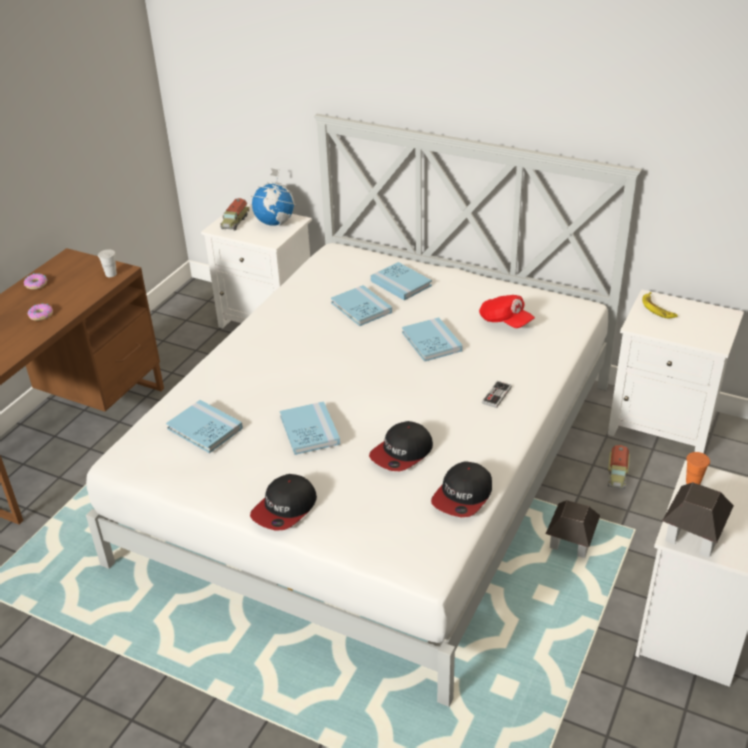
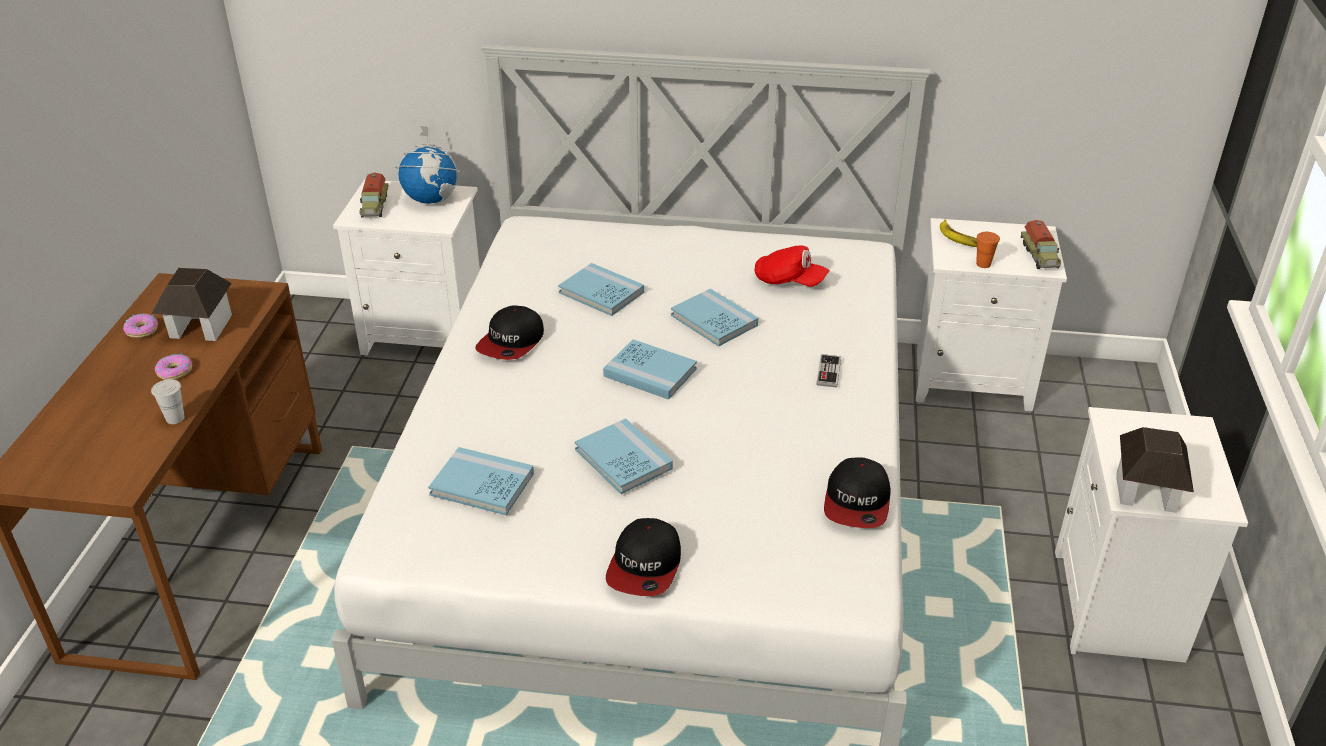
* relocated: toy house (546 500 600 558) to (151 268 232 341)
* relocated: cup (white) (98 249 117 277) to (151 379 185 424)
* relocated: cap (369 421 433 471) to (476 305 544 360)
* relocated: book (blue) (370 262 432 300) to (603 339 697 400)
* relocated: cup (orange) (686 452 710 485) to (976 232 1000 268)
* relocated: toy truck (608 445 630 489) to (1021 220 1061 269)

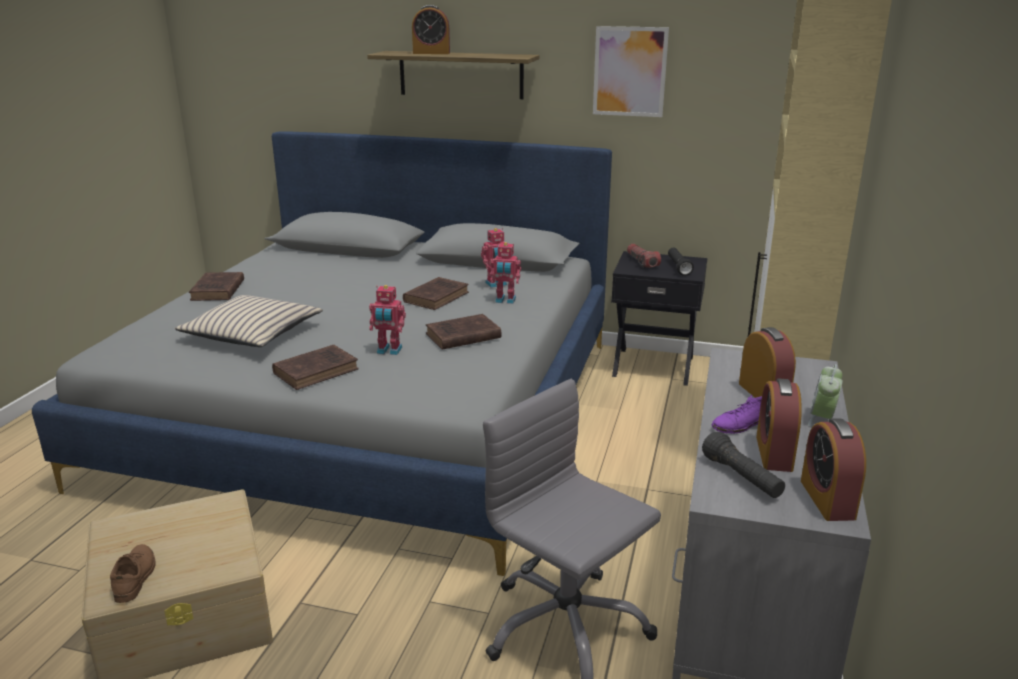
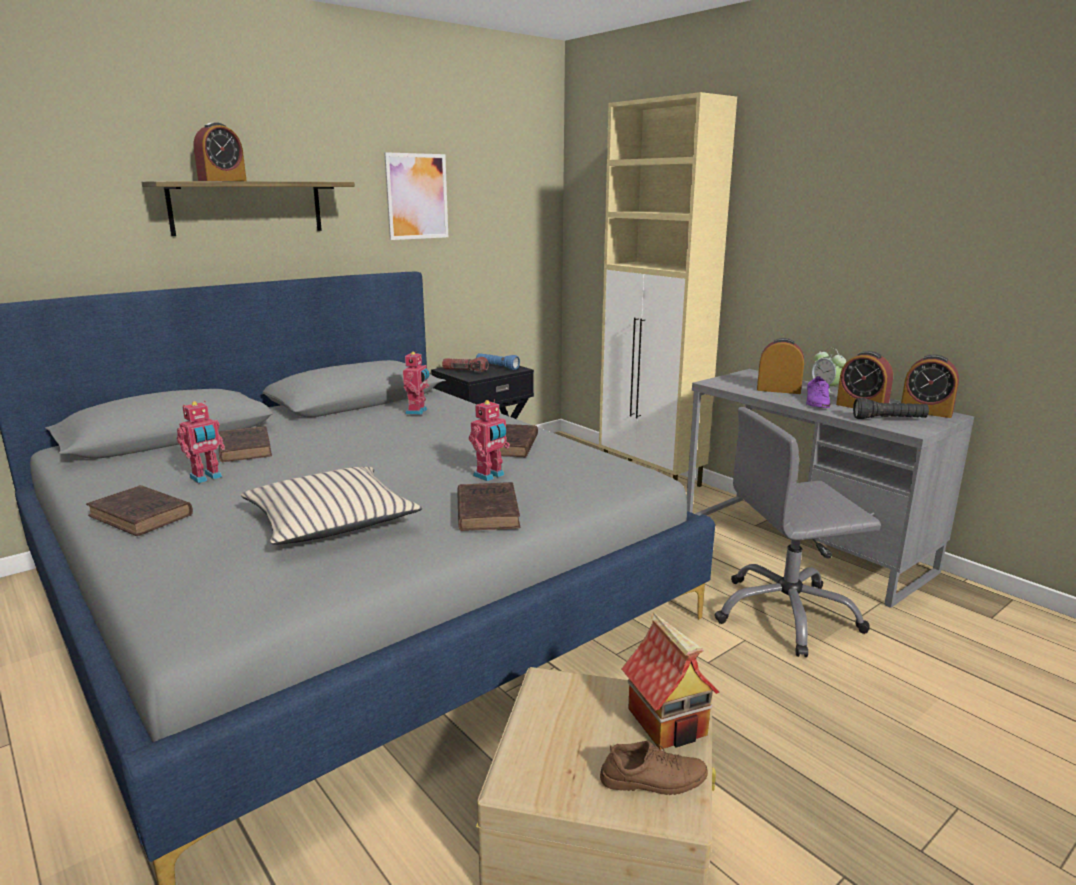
* relocated: toy robot (490 242 521 304) to (177 401 225 484)
* relocated: book (brown) (403 277 469 310) to (219 426 272 462)
* colour: flashlight (black) (668 248 694 276) to flashlight (blue) (476 353 520 370)
* spun: shoe (brown) (110 544 156 603) = (600 740 708 795) 150 degrees clockwise
* appeared: toy house (622 612 720 750)

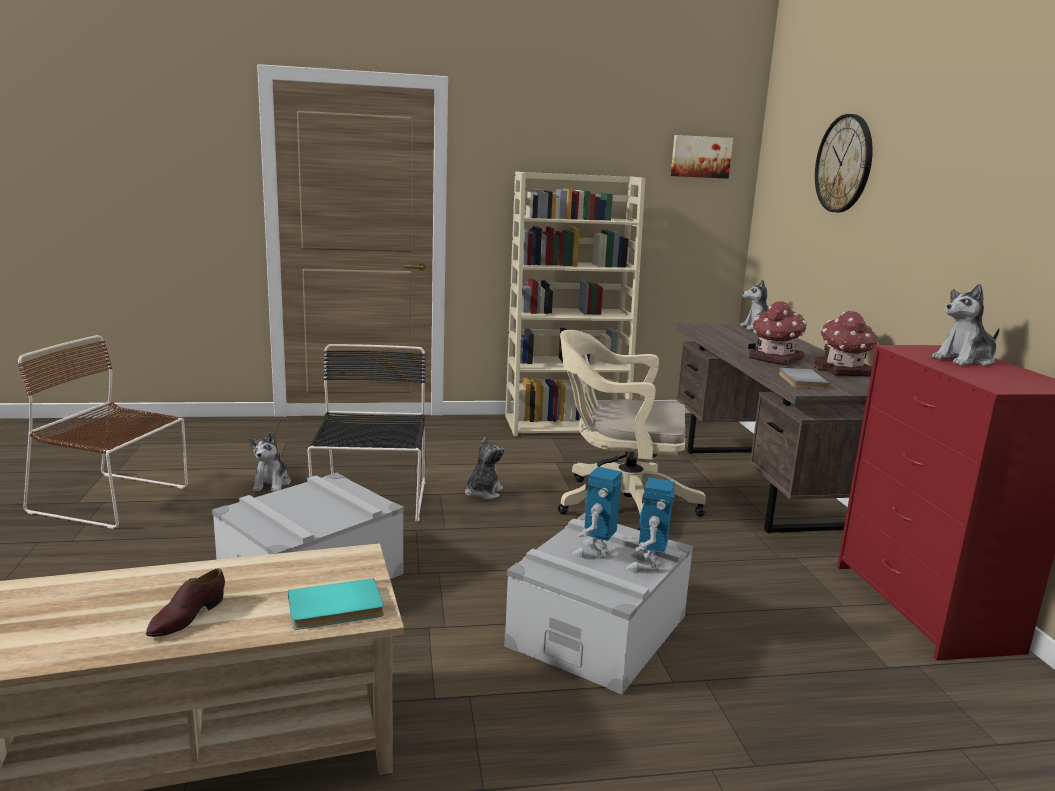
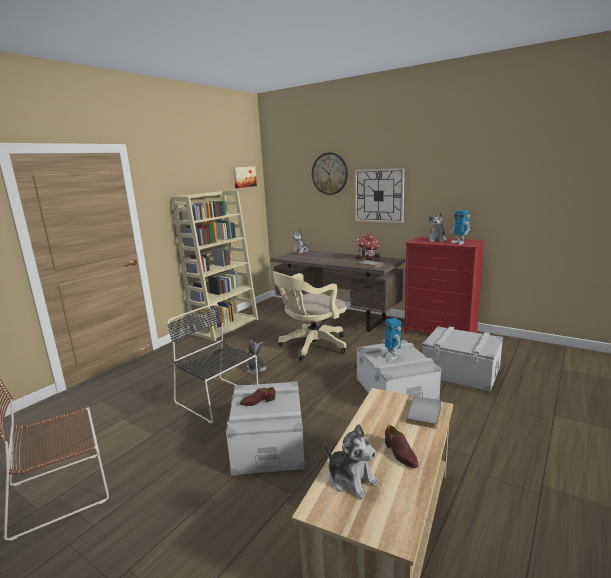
* appeared: shoe (brown) (240 387 275 406)
* relocated: plush toy (249 432 291 492) to (324 424 379 499)
* appeared: wall clock (355 168 404 223)
* colour: book (turquoise) (288 578 384 630) to book (grey) (406 396 441 429)
* appeared: storage box (grey) (422 326 503 392)
* relocated: toy robot (626 478 675 572) to (450 210 470 245)
* missing: toy house (748 301 807 366)

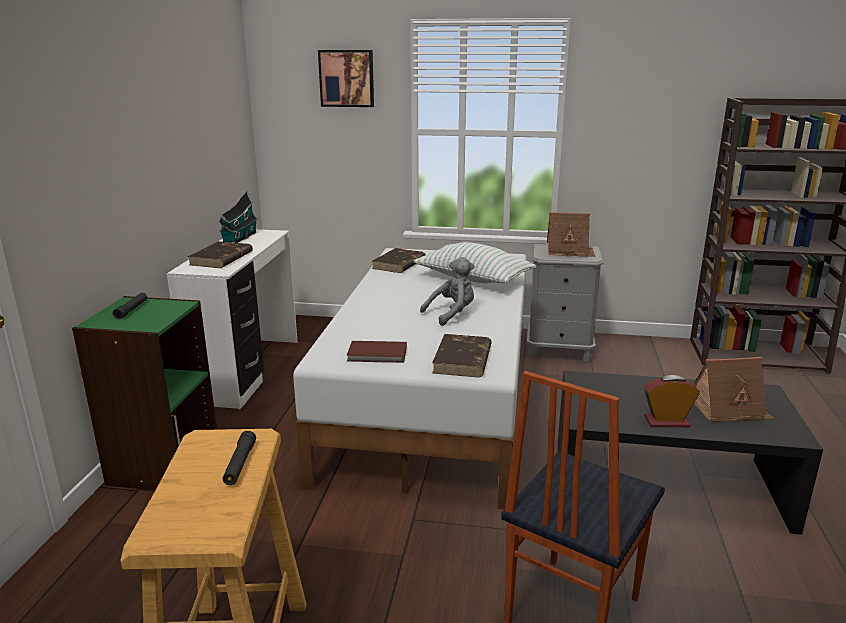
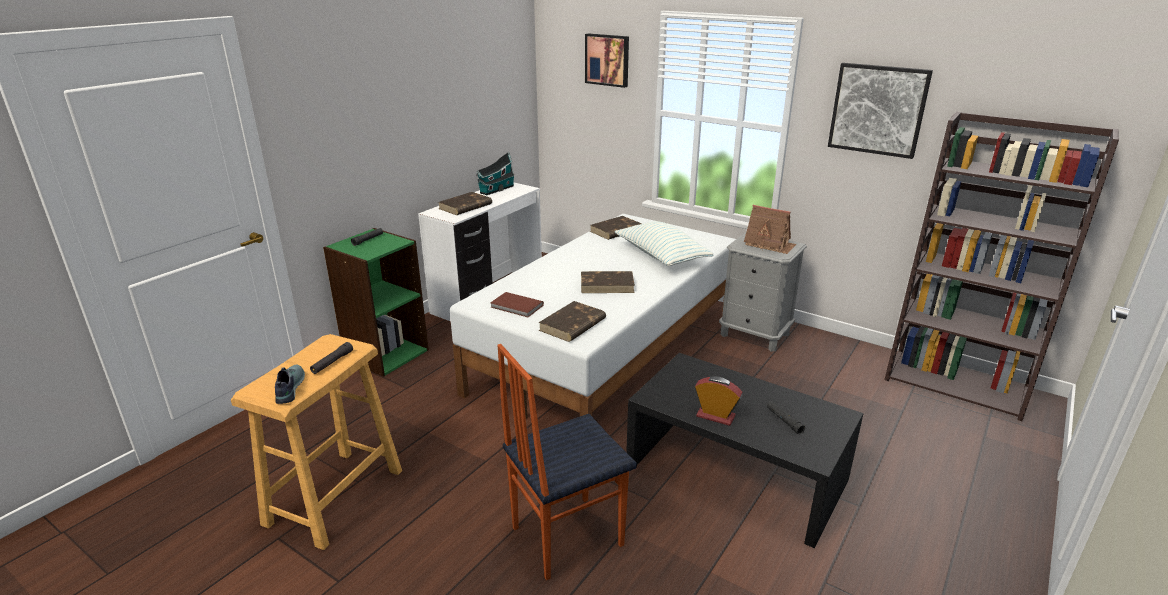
* appeared: shoe (275 365 305 404)
* exchanged: plush toy (grey) (420 257 475 326) to book (brown) (581 271 635 293)
* exchanged: toy house (694 357 774 424) to flashlight (black) (767 401 805 435)
* appeared: picture (828 63 933 159)

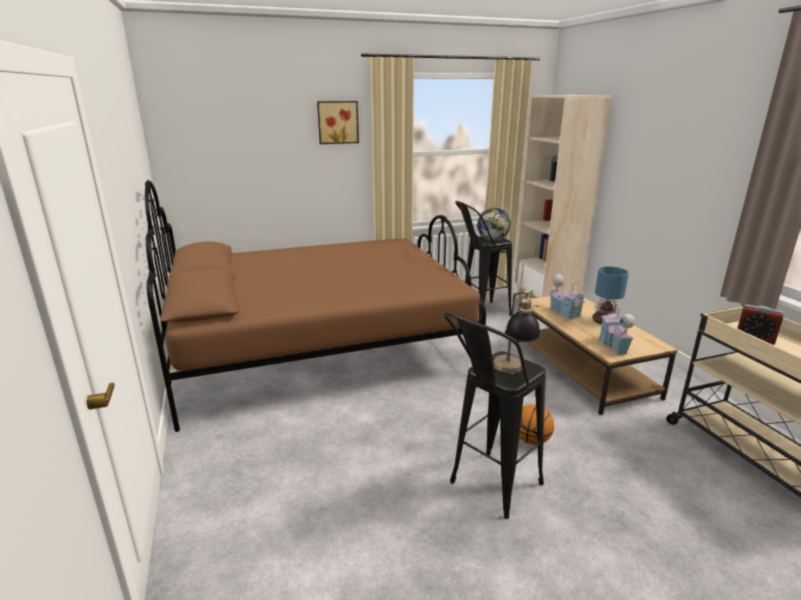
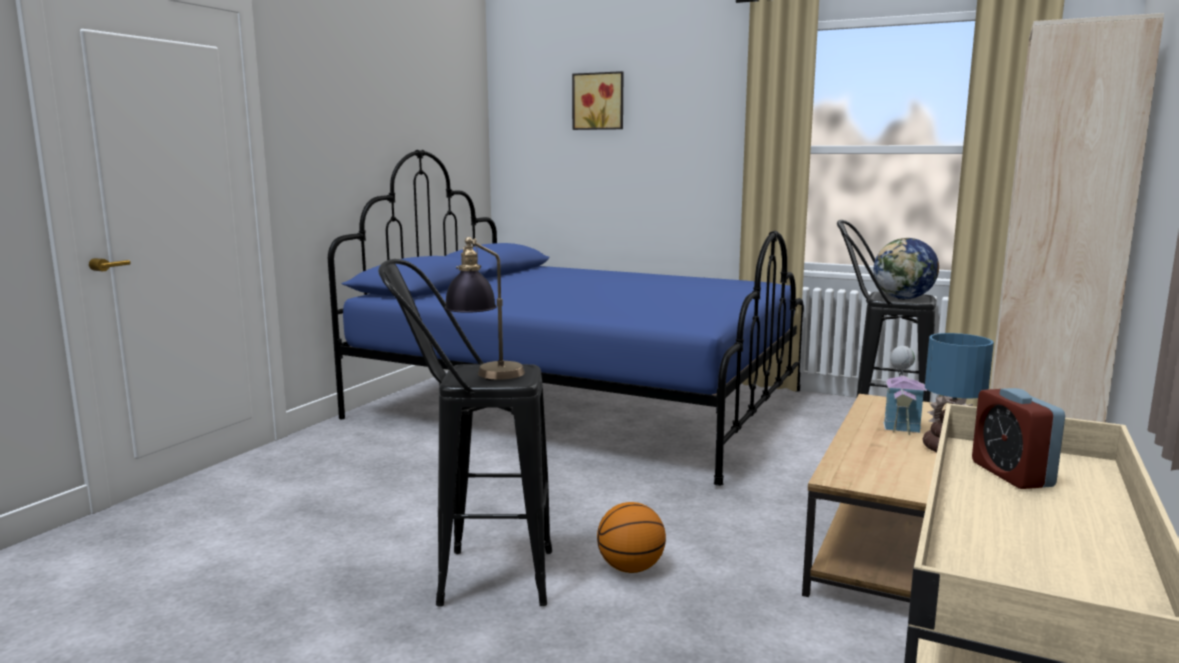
* colour: bed (brown) (145 180 486 432) to bed (blue) (328 150 804 486)
* relocated: picture (317 101 359 144) to (572 71 623 130)
* missing: toy house (599 303 635 355)

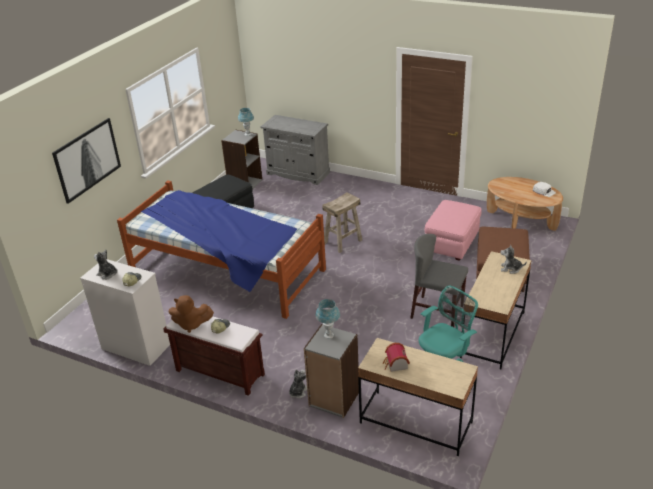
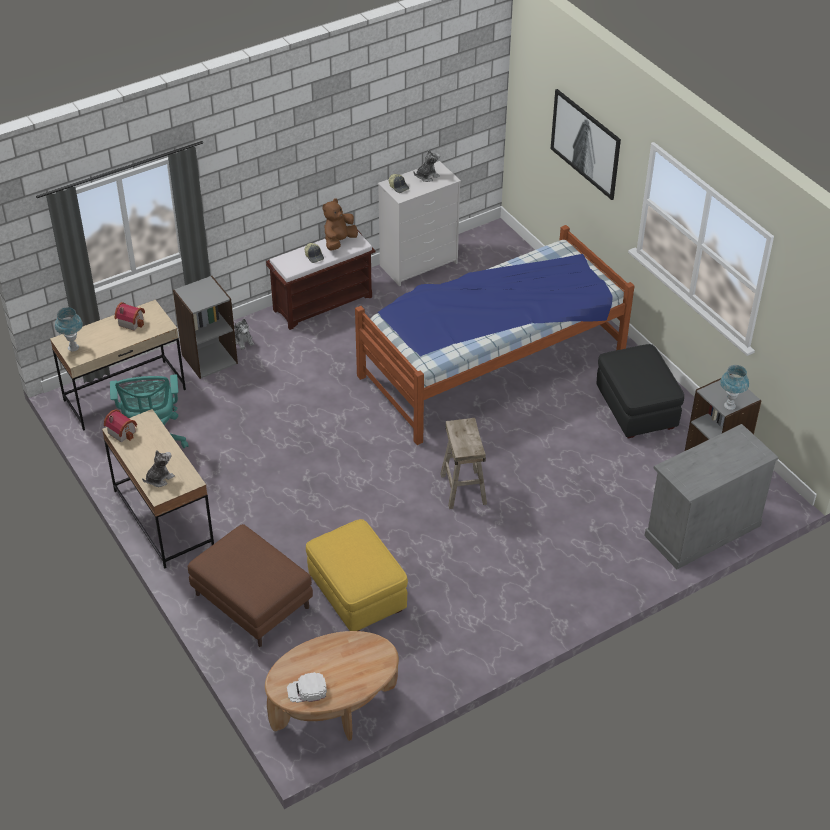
* relocated: table lamp (blue) (315 299 340 339) to (55 307 83 351)
* appeared: toy house (104 409 137 442)
* colour: ottoman (pink) (425 200 482 261) to ottoman (yellow) (306 519 408 631)
* missing: chair (grey) (410 234 468 327)

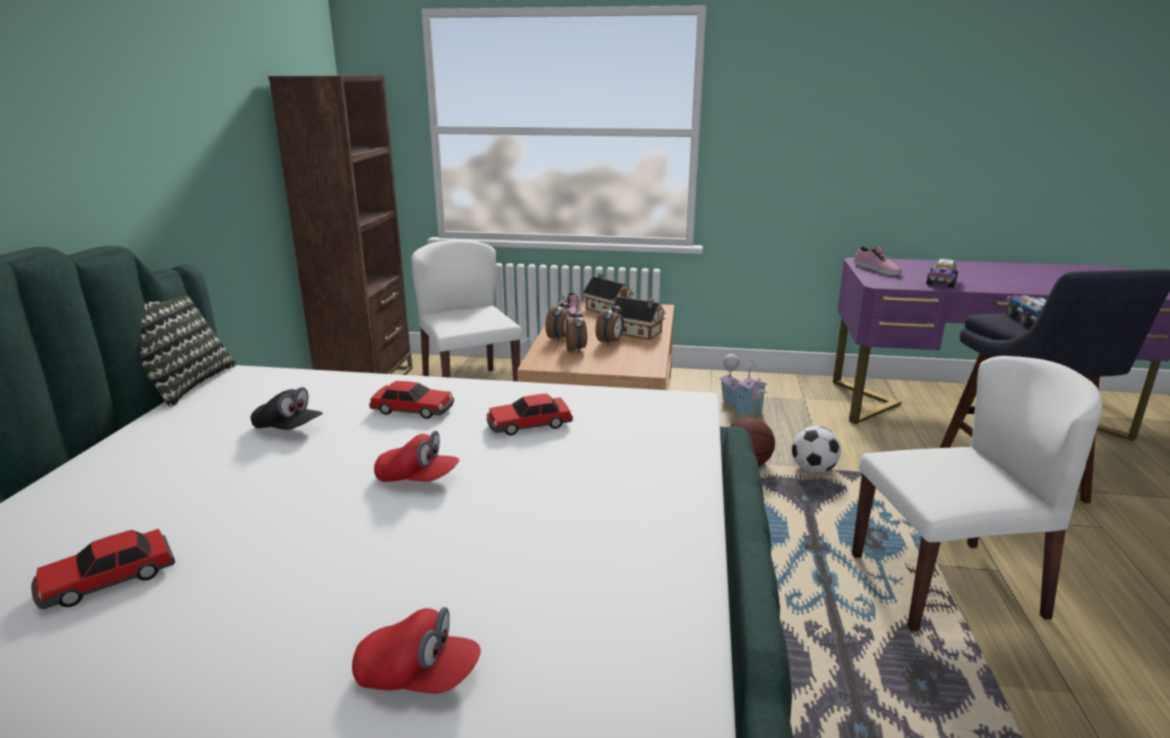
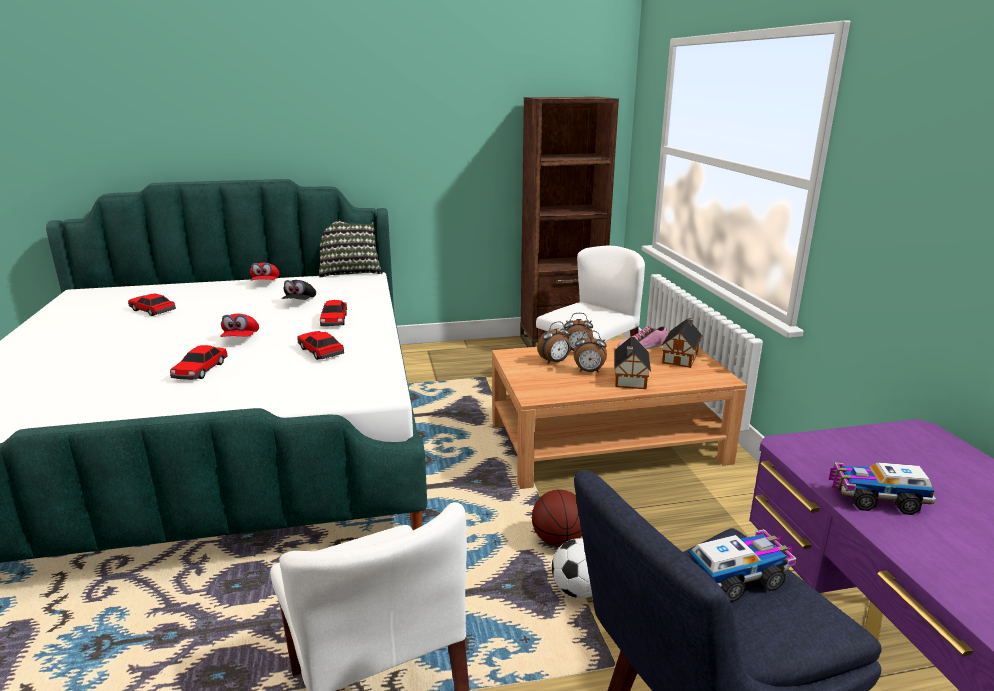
* appeared: toy car (170 345 227 380)
* relocated: cap (red) (352 607 481 693) to (250 263 280 280)
* missing: toy house (719 354 768 417)
* missing: shoe (854 246 902 275)

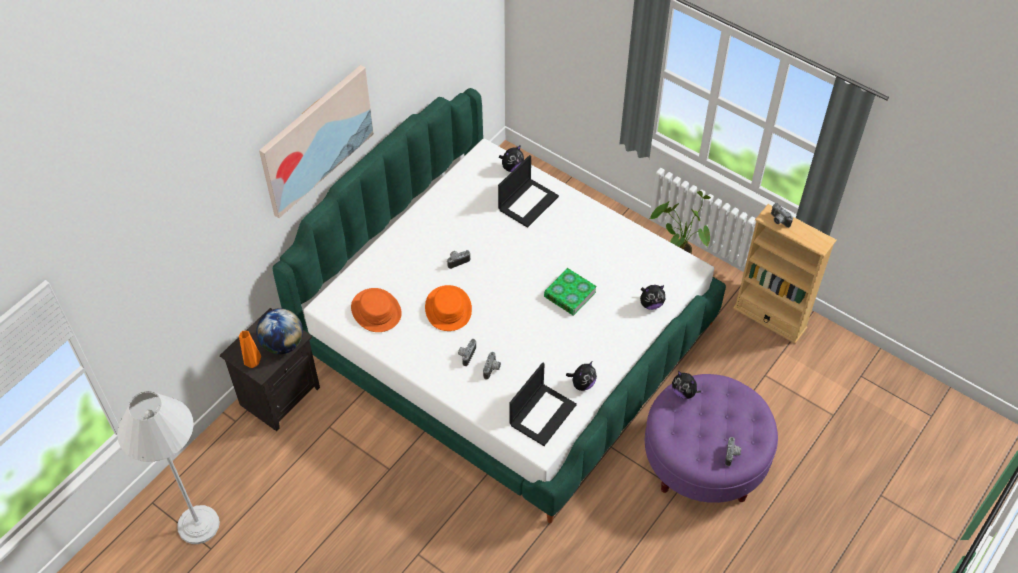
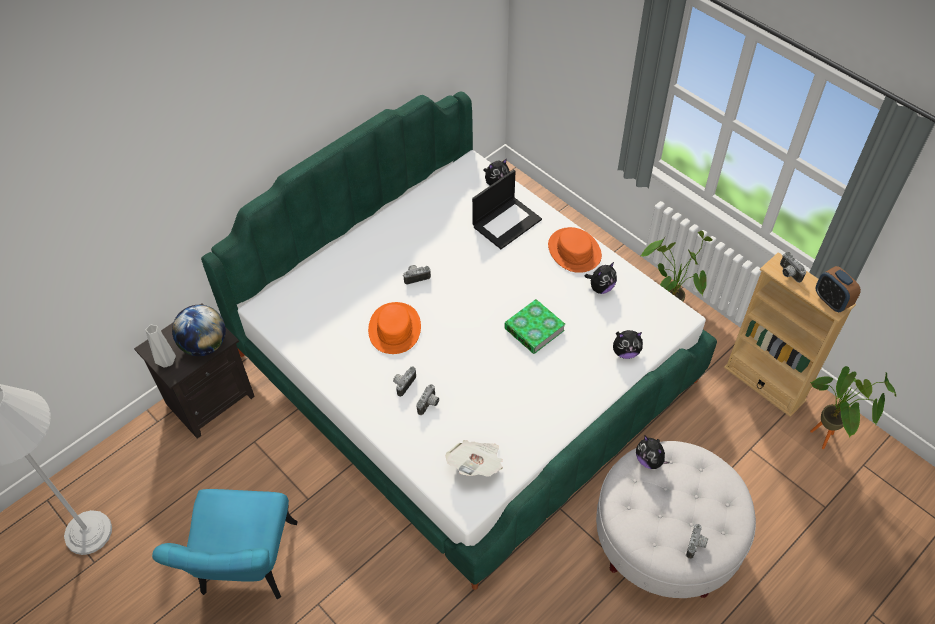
* colour: vase (orange) (239 331 261 368) to vase (grey) (145 325 176 368)
* appeared: chair (turquoise) (152 489 298 599)
* exchanged: laptop (509 362 577 446) to newspaper (445 440 503 477)
* relocated: hat (orange) (351 288 402 332) to (548 227 602 273)
* relocated: plush toy (566 361 597 391) to (585 262 617 294)
* colour: ottoman (purple) (645 374 778 503) to ottoman (white) (596 441 756 598)
* appeared: potted plant (810 366 896 449)
* appeared: alarm clock (816 266 861 312)
* missing: picture (259 65 374 218)

